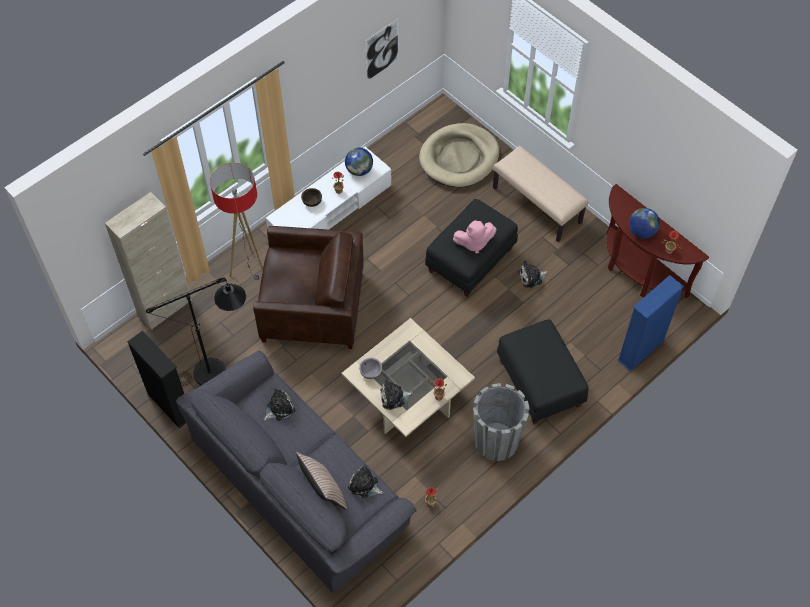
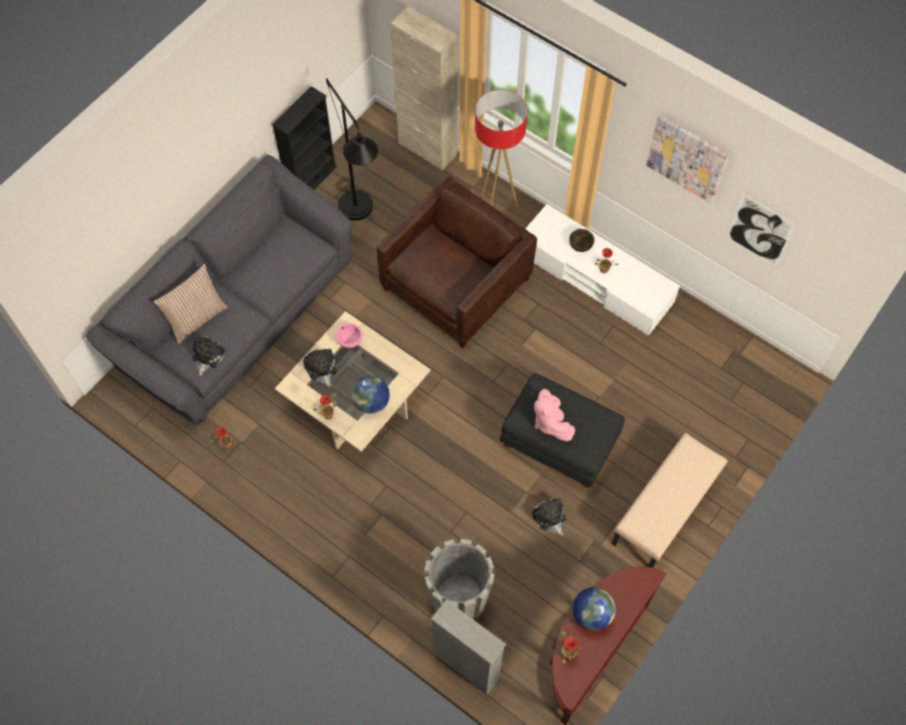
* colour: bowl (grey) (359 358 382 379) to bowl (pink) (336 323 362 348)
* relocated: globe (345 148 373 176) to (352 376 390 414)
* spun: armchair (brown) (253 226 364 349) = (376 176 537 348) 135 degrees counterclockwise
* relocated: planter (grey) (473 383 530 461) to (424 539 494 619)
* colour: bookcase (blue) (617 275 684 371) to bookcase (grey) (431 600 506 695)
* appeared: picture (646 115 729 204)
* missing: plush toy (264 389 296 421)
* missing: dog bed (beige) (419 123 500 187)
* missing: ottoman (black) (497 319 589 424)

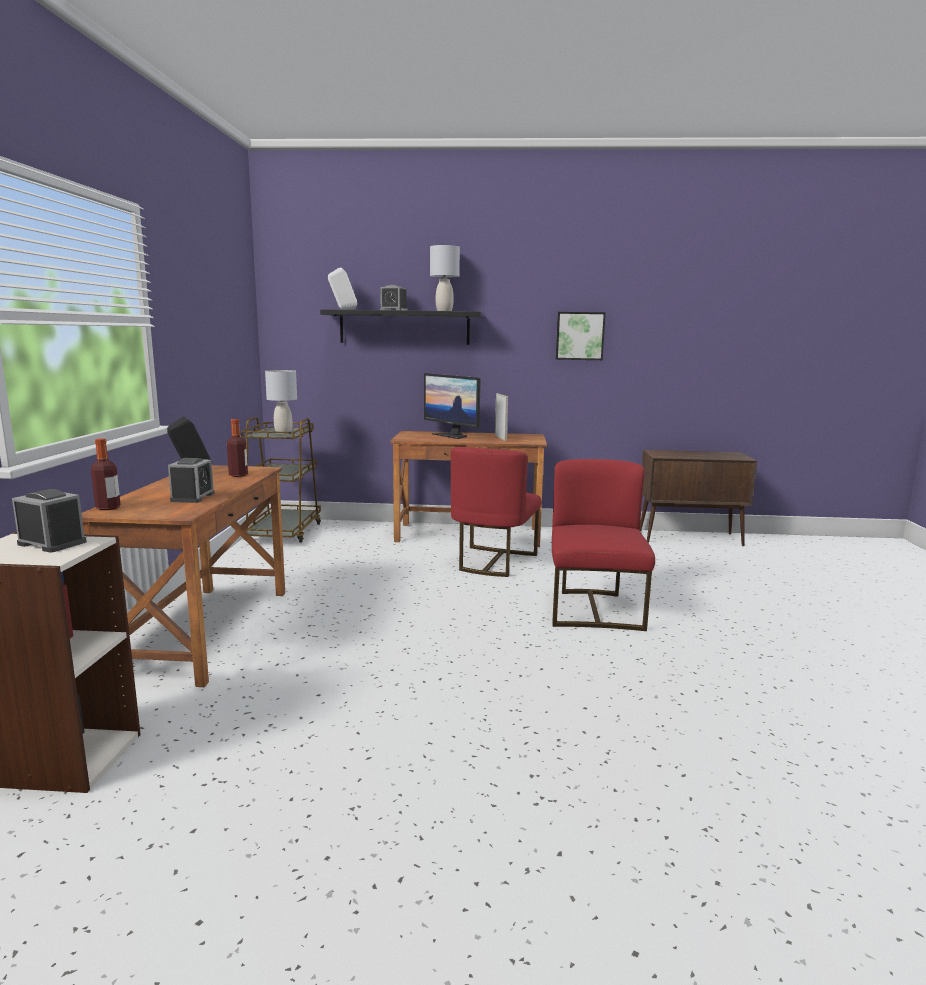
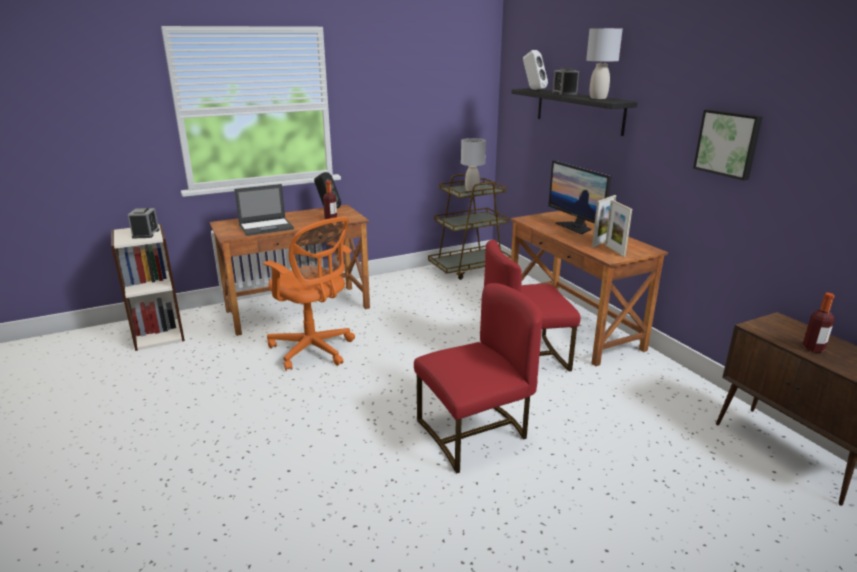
* exchanged: alarm clock (168 458 215 503) to laptop (234 184 294 236)
* appeared: office chair (orange) (263 217 355 371)
* spun: monitor (424 373 481 439) = (548 160 611 234) 45 degrees counterclockwise
* appeared: picture frame (605 200 632 257)
* relocated: bottle (91 438 121 510) to (803 293 835 353)

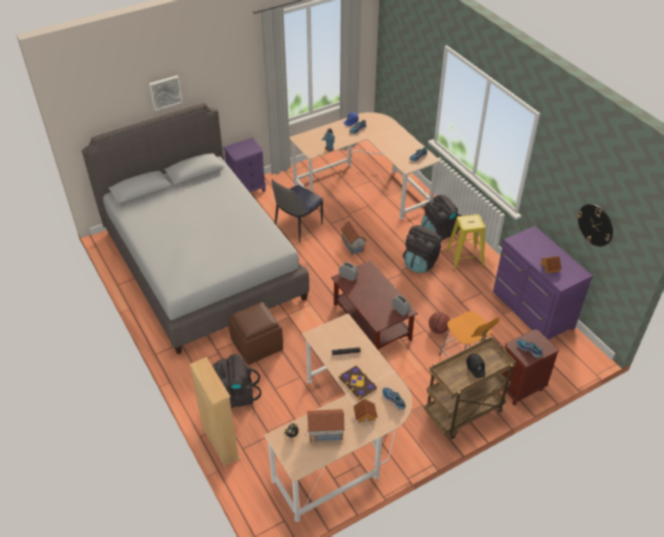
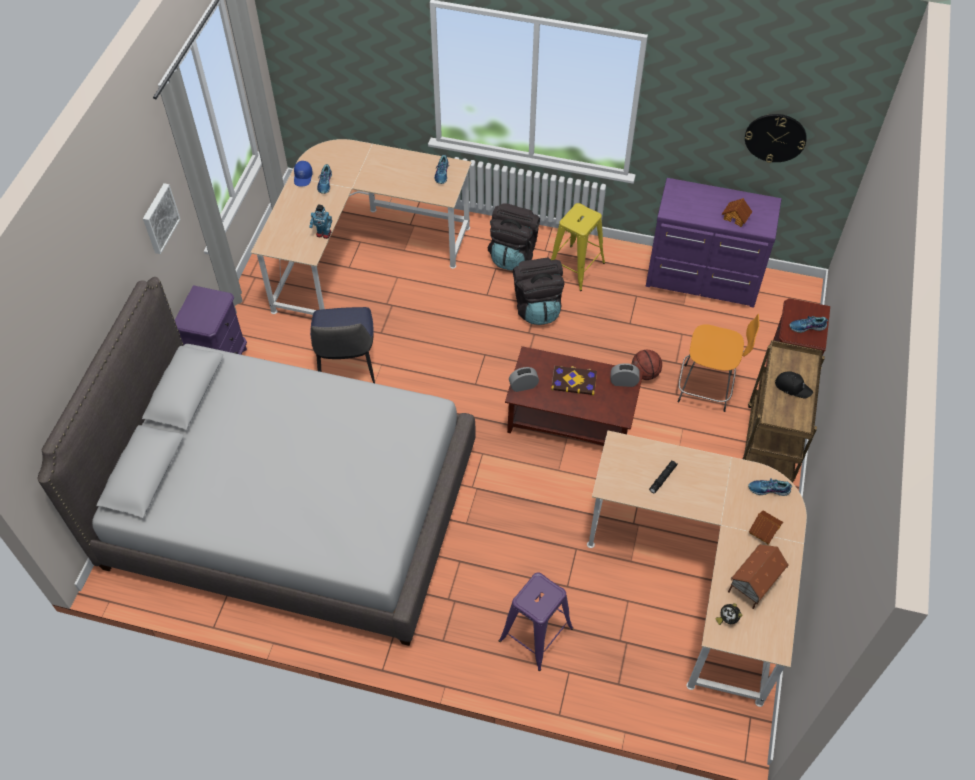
* relocated: picture (149 75 183 111) to (143 183 180 254)
* exchanged: backpack (black) (212 354 261 408) to stool (purple) (499 572 573 671)
* relocated: book (338 366 377 400) to (551 366 597 395)
* missing: bookcase (beige) (189 357 240 466)
* missing: ottoman (brown) (228 302 283 365)
* missing: toy house (340 221 367 255)

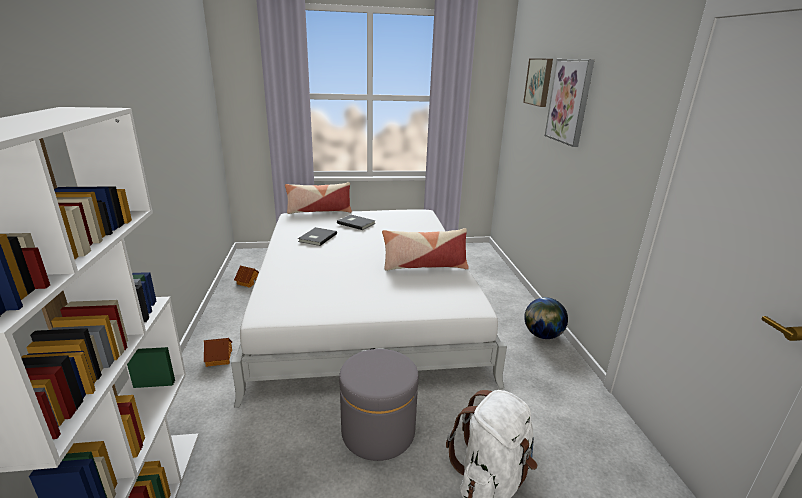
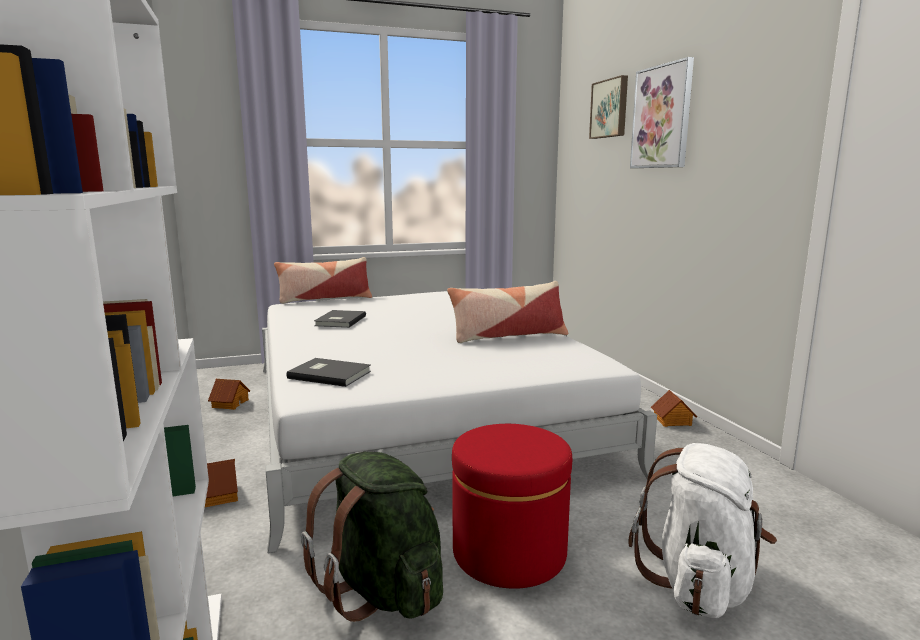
* relocated: book (grey) (337 215 376 230) to (286 358 371 387)
* appeared: backpack (green) (301 452 443 622)
* colour: ottoman (grey) (339 349 419 461) to ottoman (red) (452 424 572 589)
* exchanged: globe (524 297 568 339) to toy house (651 390 698 427)

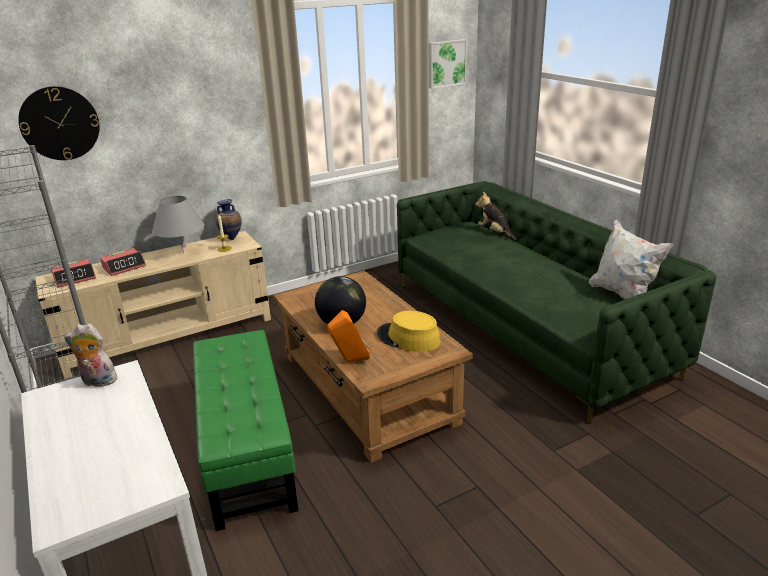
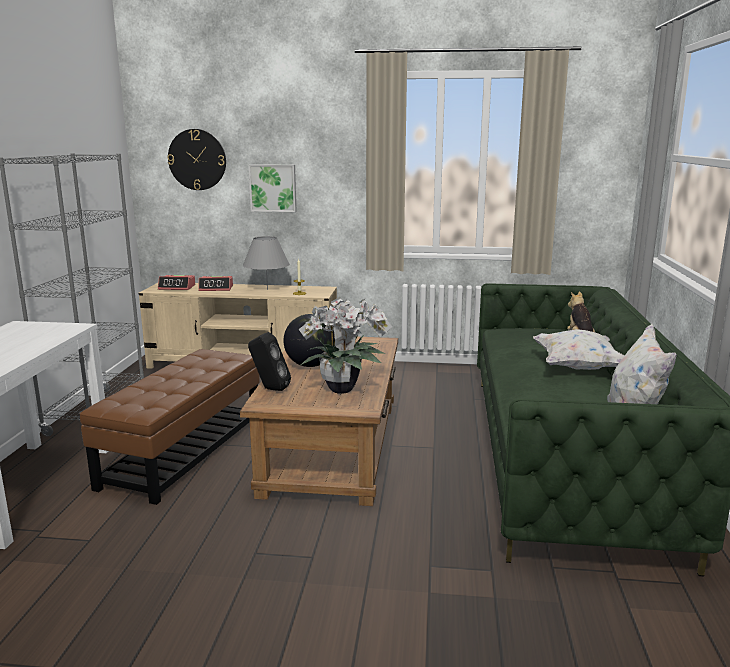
* colour: ottoman (green) (193 330 299 531) to ottoman (brown) (80 349 260 505)
* relocated: picture (429 39 467 89) to (248 164 296 212)
* colour: speaker (orange) (327 310 370 362) to speaker (black) (248 332 291 391)
* exchanged: hat (yellow) (377 311 441 352) to potted plant (299 297 392 394)
* appeared: pillow (white) (533 329 625 370)
* missing: plush toy (64 324 121 389)
* missing: vase (216 199 242 240)

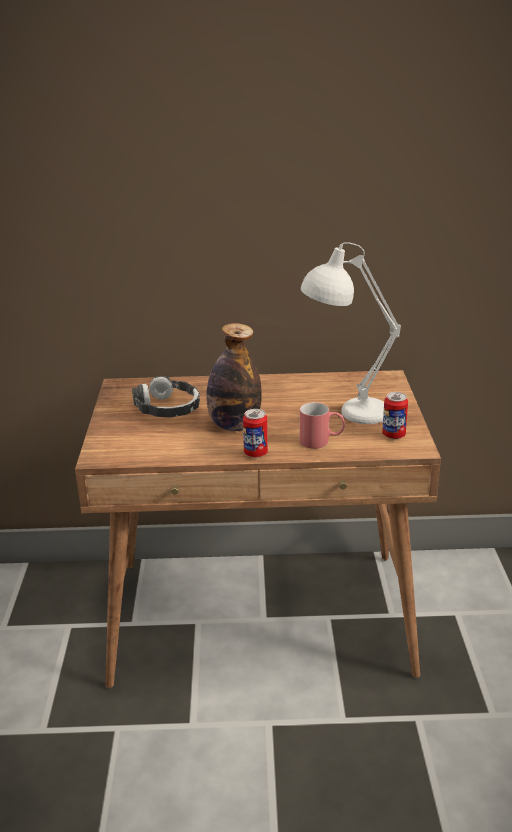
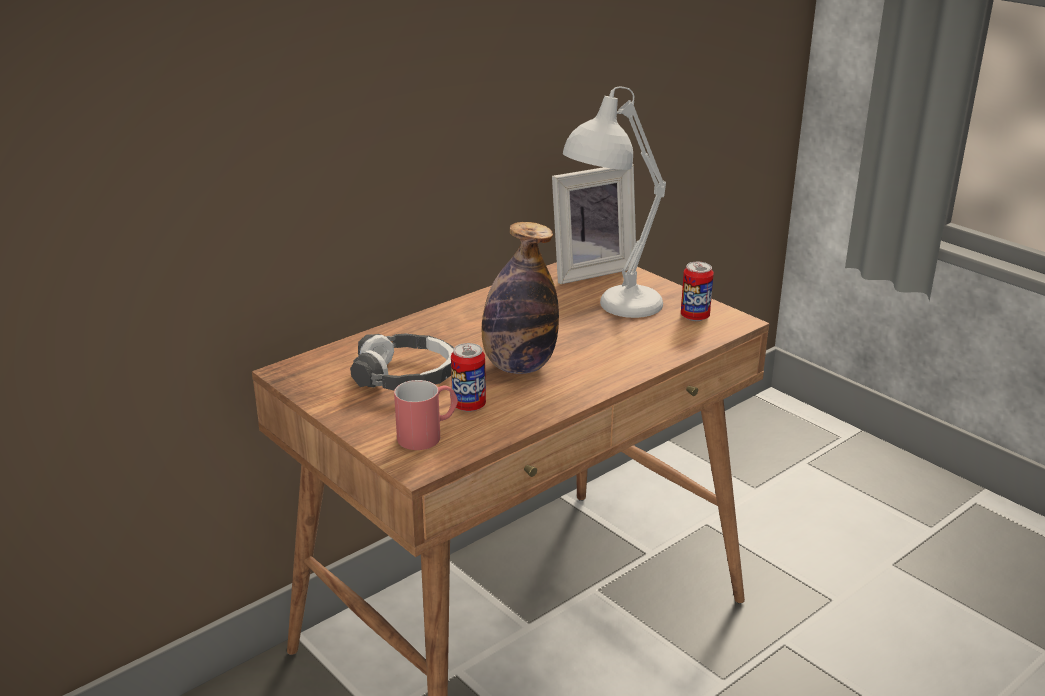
* relocated: mug (red) (300 402 345 449) to (394 380 458 450)
* relocated: can (243 409 268 458) to (451 343 486 412)
* appeared: picture frame (552 164 636 284)

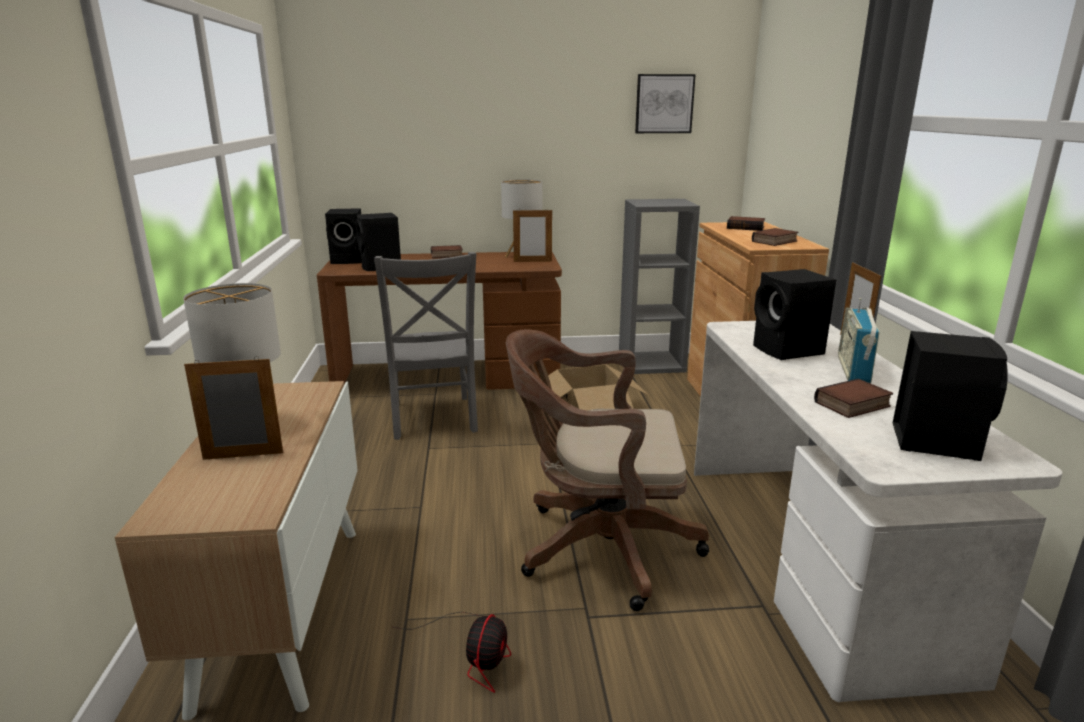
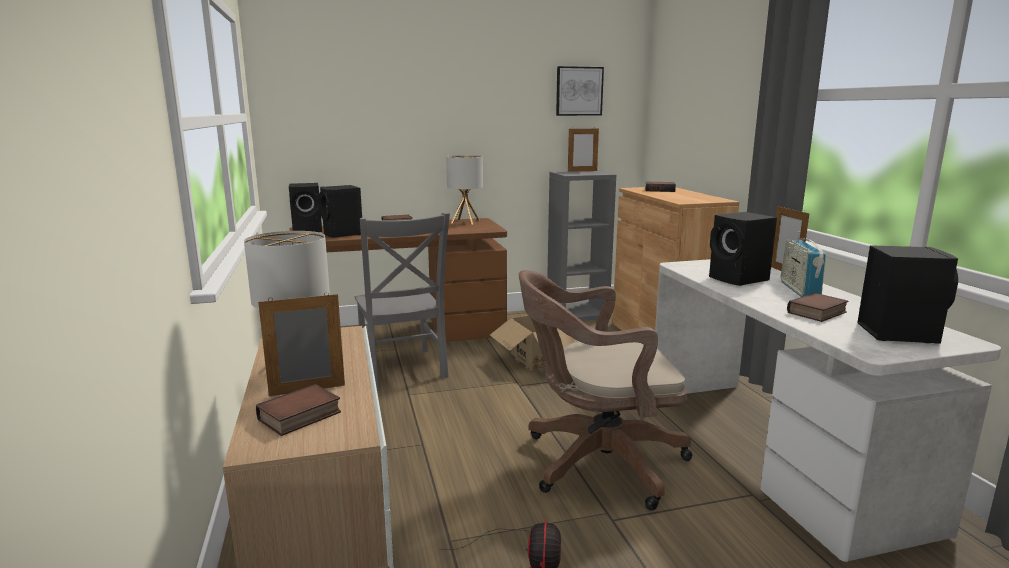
* relocated: book (752 228 798 246) to (256 384 341 436)
* relocated: picture frame (513 208 552 262) to (568 128 599 172)

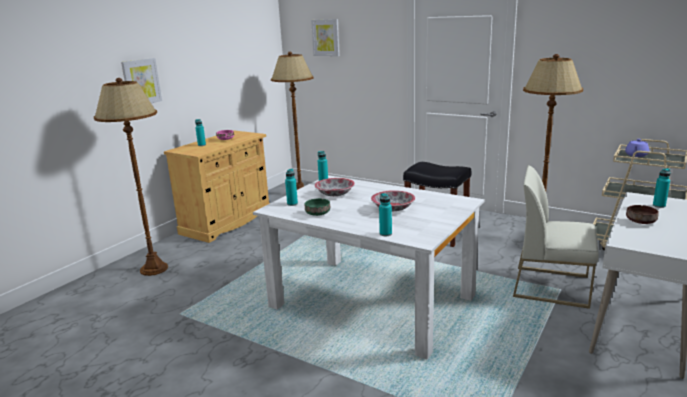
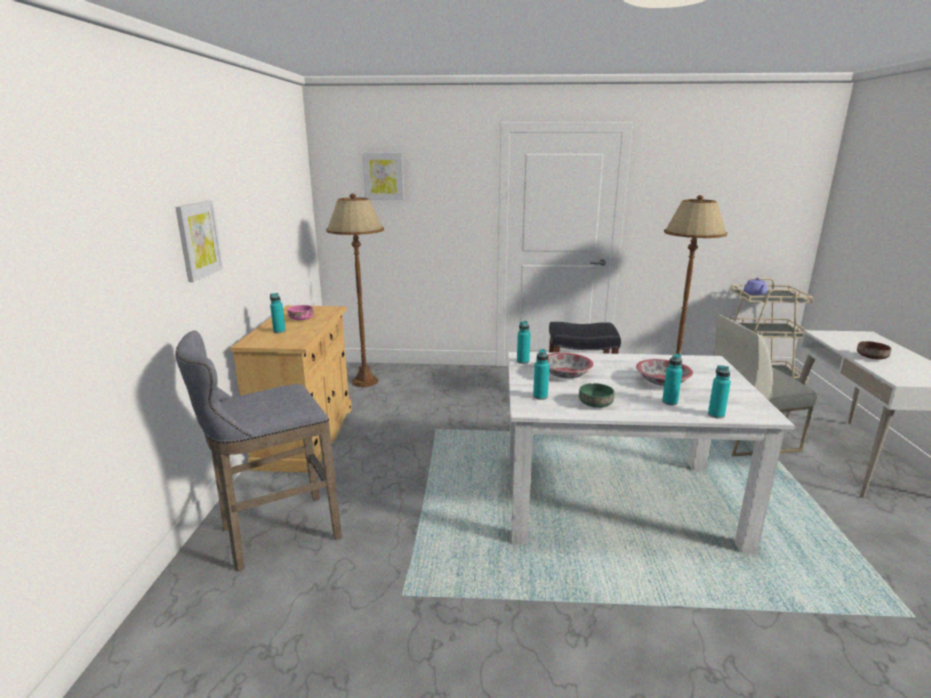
* exchanged: floor lamp (brown) (94 78 168 276) to stool (grey) (175 330 342 572)
* relocated: bottle (turquoise) (653 168 670 208) to (662 354 683 405)

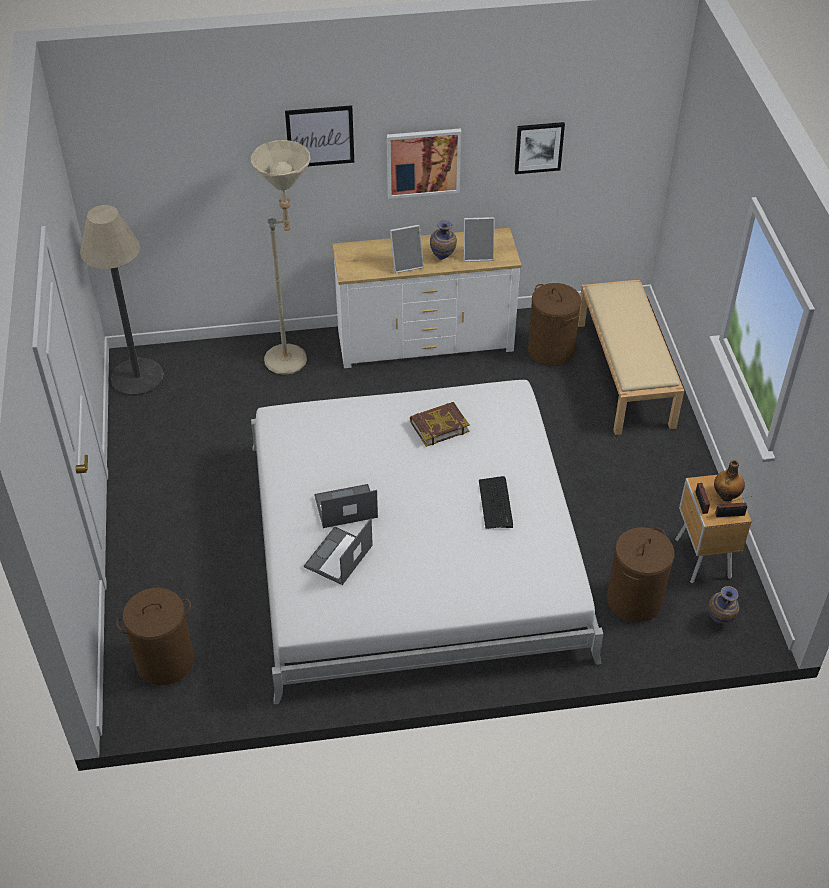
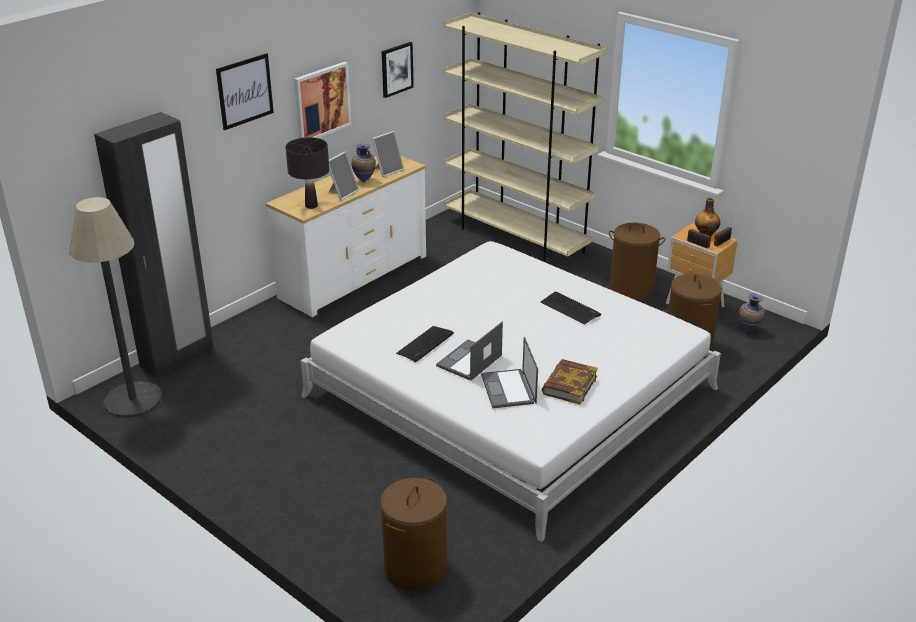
* appeared: wardrobe (black) (94 112 213 377)
* appeared: table lamp (black) (285 137 329 209)
* appeared: keyboard (396 326 454 362)
* exchanged: bench (beige) (578 279 684 435) to bookcase (beige) (443 12 607 263)
* relocated: book (410 402 470 447) to (542 359 598 405)
* relocated: laundry basket (brown) (528 283 581 366) to (609 223 666 301)
* missing: floor lamp (beige) (251 140 310 375)

